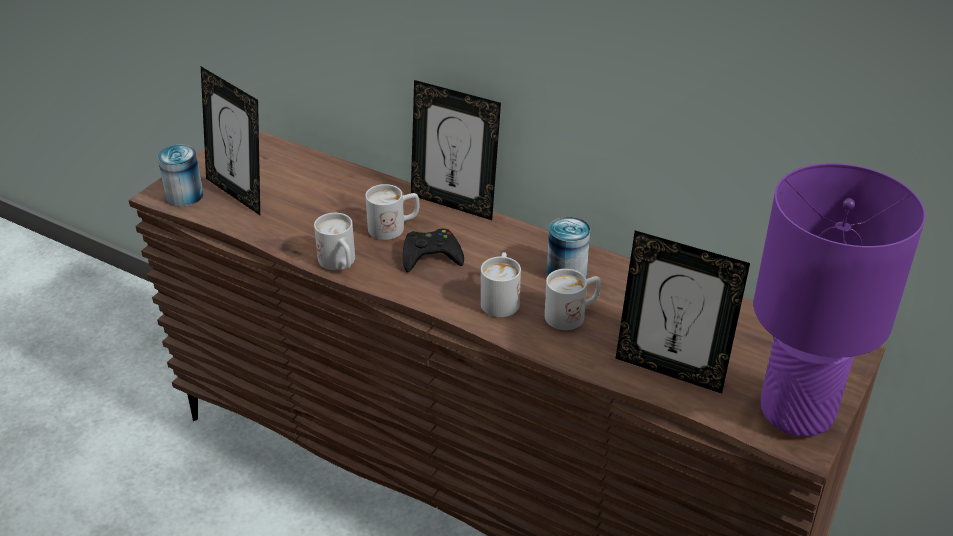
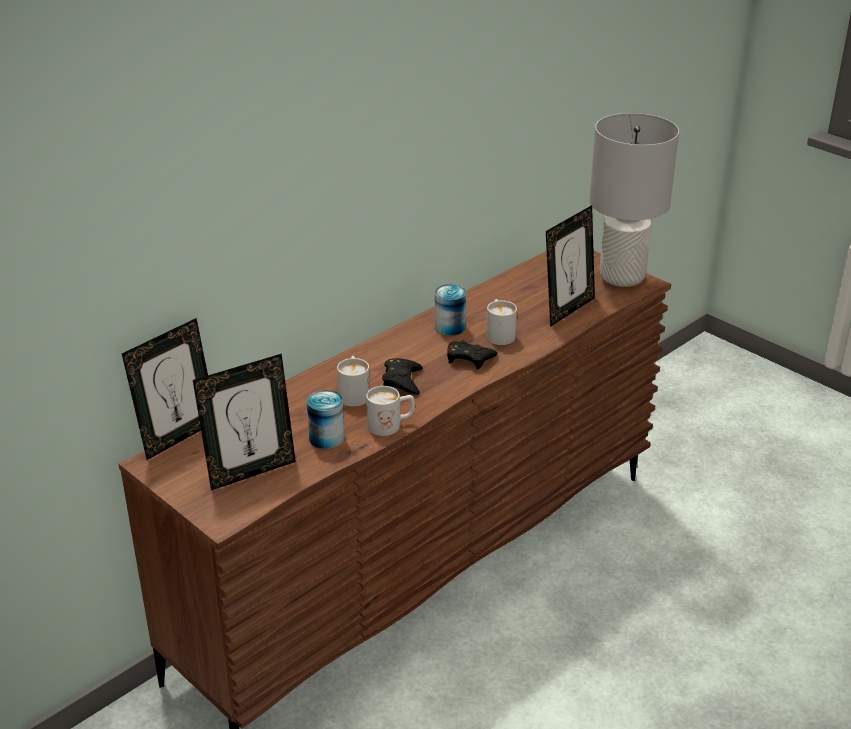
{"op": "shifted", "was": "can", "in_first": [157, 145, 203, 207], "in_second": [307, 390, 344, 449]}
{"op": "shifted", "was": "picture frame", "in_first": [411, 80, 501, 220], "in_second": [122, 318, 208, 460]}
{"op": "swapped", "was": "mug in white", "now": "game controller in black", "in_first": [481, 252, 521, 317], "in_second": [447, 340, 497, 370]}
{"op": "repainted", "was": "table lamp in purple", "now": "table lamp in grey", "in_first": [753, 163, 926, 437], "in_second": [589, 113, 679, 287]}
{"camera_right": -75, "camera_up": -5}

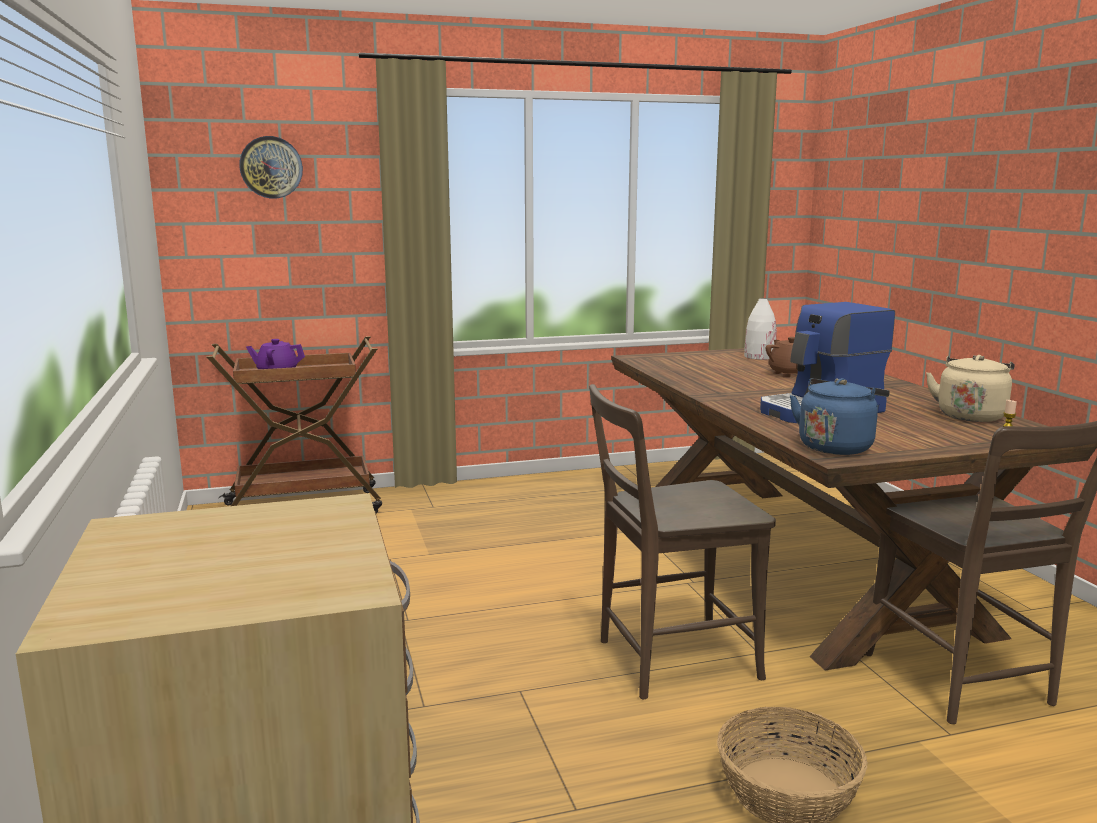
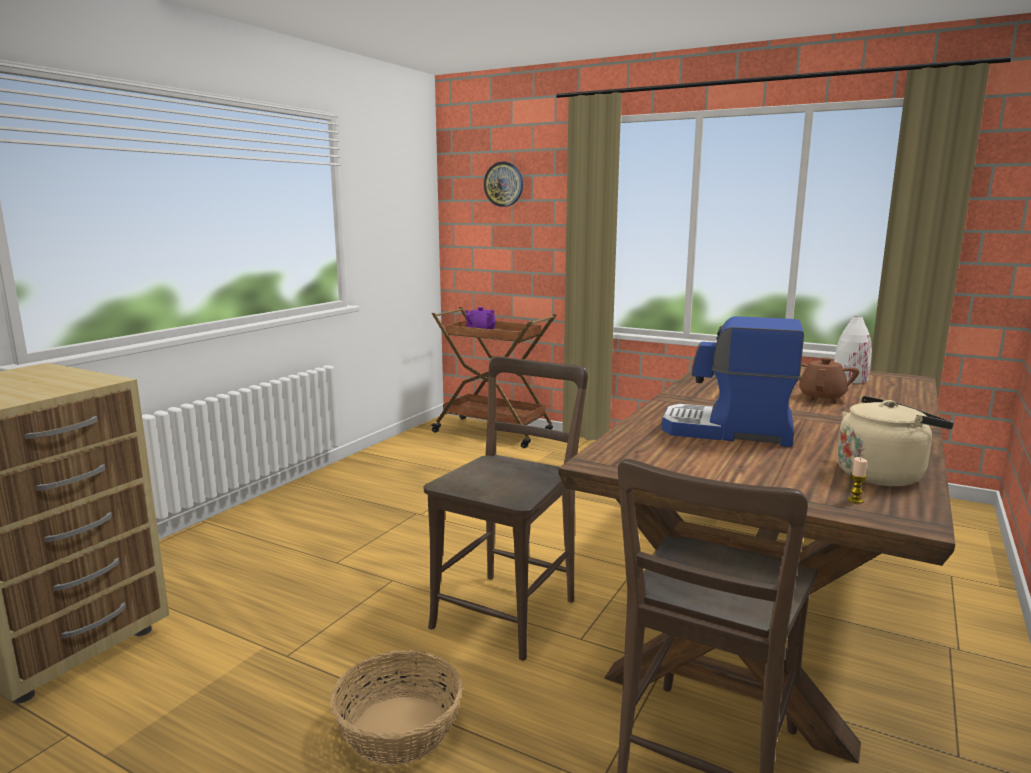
{"op": "rotated", "was": "chair in brown", "in_first": [589, 384, 776, 699], "in_second": [424, 356, 588, 661], "clockwise": 90}
{"op": "gone", "was": "kettle in blue", "in_first": [790, 378, 890, 455]}
{"camera_right": 45, "camera_up": 0}

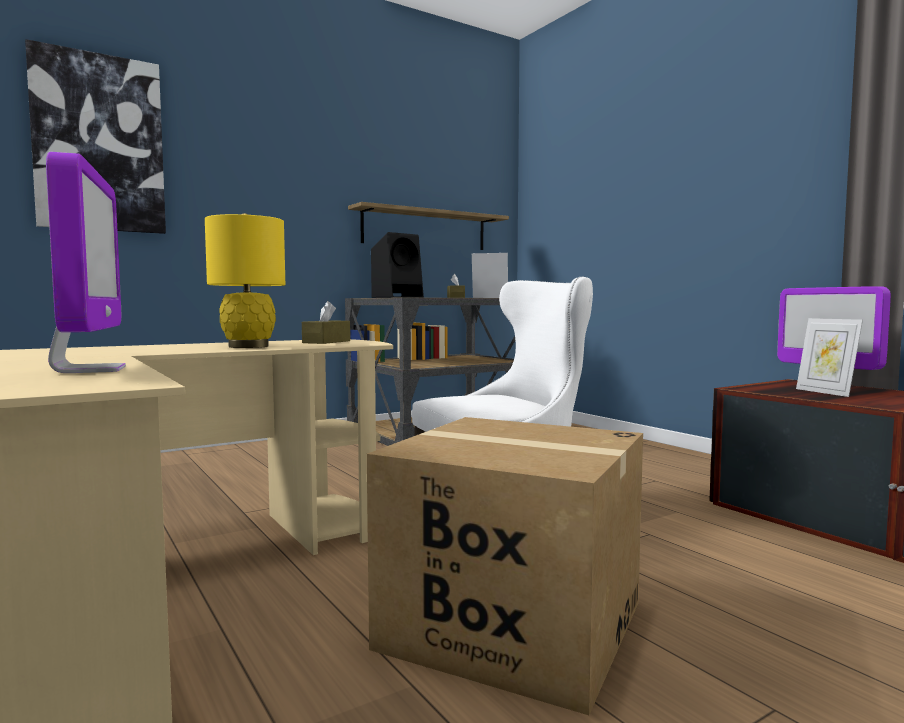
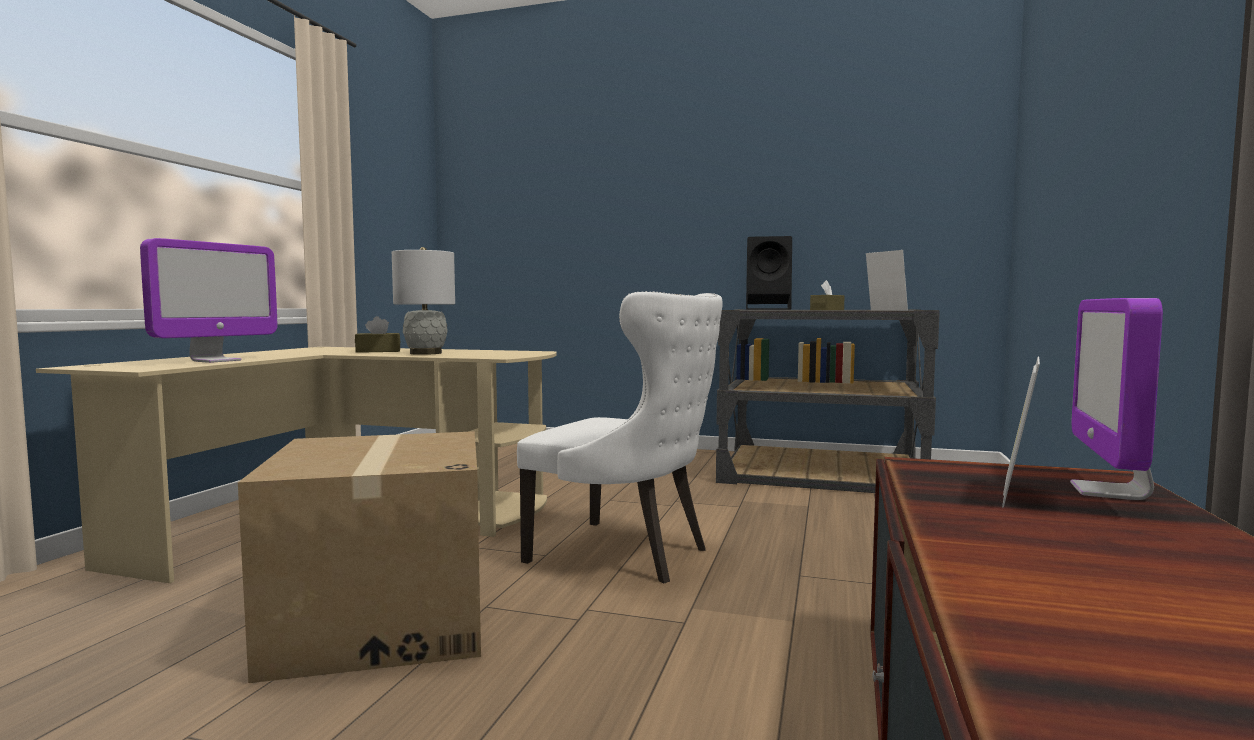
{"op": "gone", "was": "picture", "in_first": [25, 39, 166, 234]}
{"op": "repainted", "was": "table lamp in yellow", "now": "table lamp in white", "in_first": [205, 213, 285, 348], "in_second": [392, 247, 455, 355]}
{"op": "shifted", "was": "tissue box in brown", "in_first": [302, 301, 350, 344], "in_second": [355, 316, 400, 353]}
{"op": "gone", "was": "shelf", "in_first": [348, 202, 509, 250]}
{"camera_right": 50, "camera_up": 0}

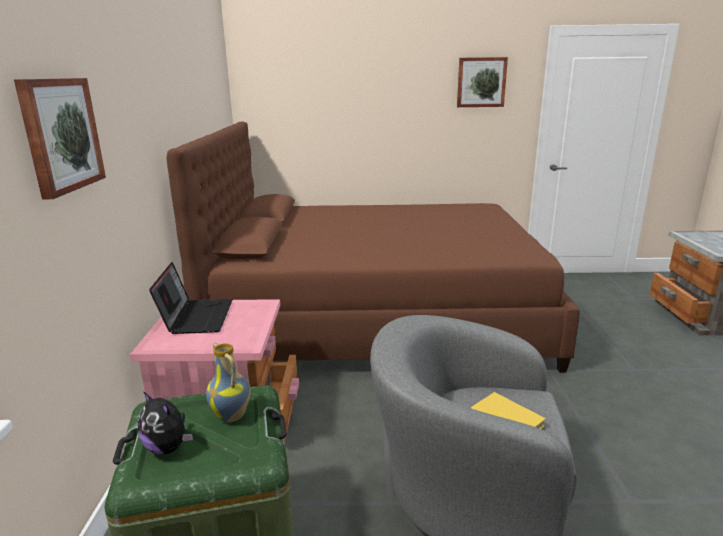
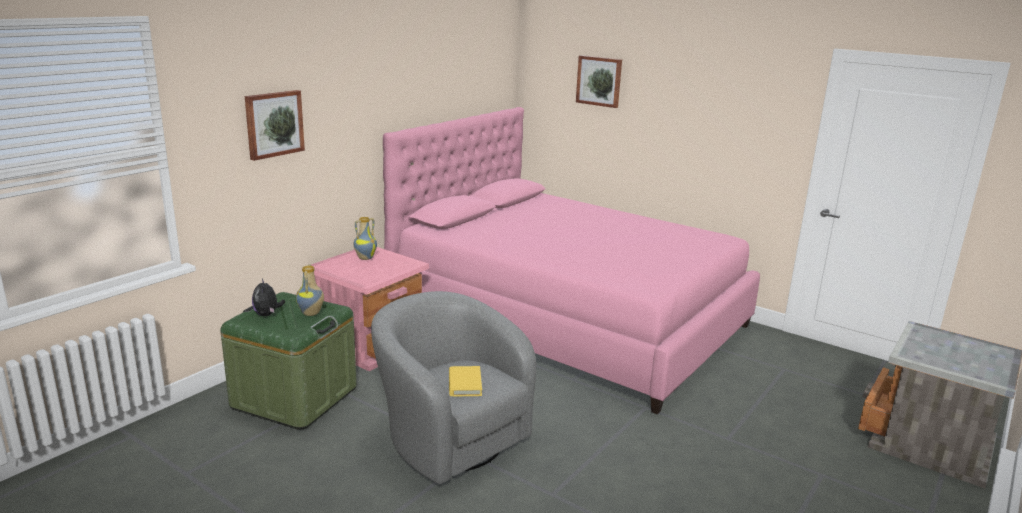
{"op": "swapped", "was": "laptop", "now": "vase", "in_first": [149, 262, 233, 334], "in_second": [353, 217, 377, 260]}
{"op": "repainted", "was": "bed in brown", "now": "bed in pink", "in_first": [166, 121, 580, 373], "in_second": [383, 107, 760, 415]}
{"op": "shifted", "was": "picture", "in_first": [457, 57, 508, 107], "in_second": [576, 55, 622, 108]}
{"camera_right": 35, "camera_up": 0}

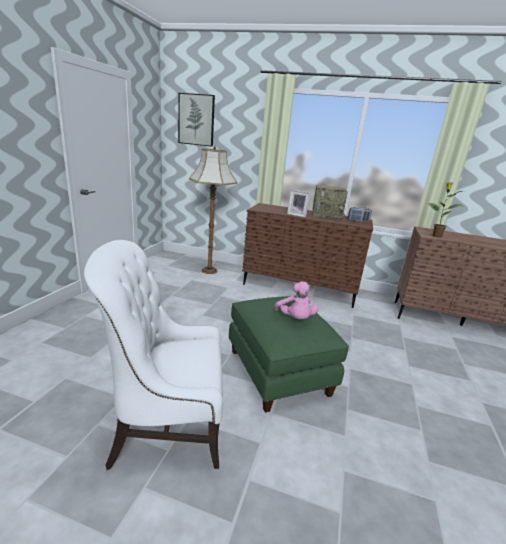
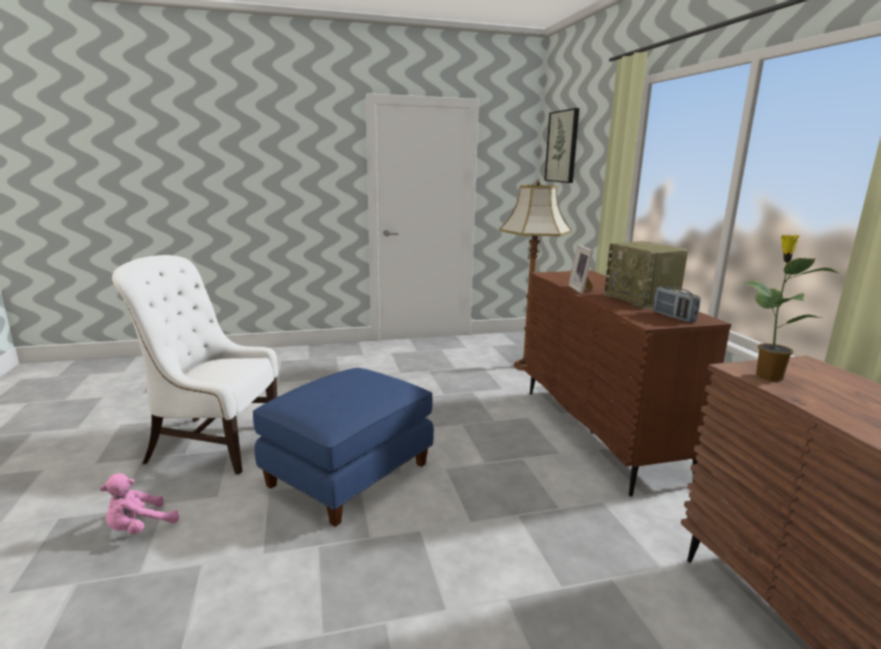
{"op": "rotated", "was": "chair in white", "in_first": [84, 240, 223, 470], "in_second": [112, 255, 278, 475], "clockwise": -45}
{"op": "repainted", "was": "ottoman in green", "now": "ottoman in blue", "in_first": [229, 296, 349, 413], "in_second": [253, 368, 434, 527]}
{"op": "shifted", "was": "plush toy in pink", "in_first": [274, 282, 318, 319], "in_second": [100, 473, 179, 534]}
{"camera_right": 60, "camera_up": -5}

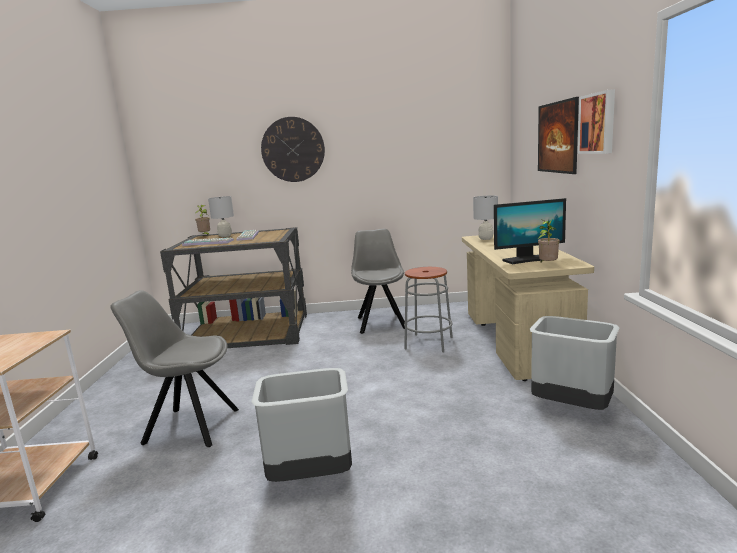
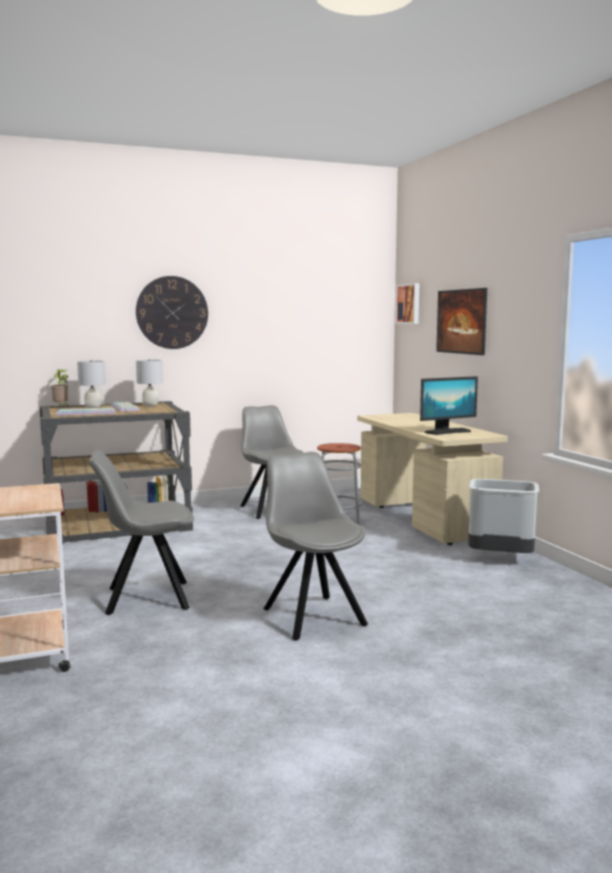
{"op": "swapped", "was": "trash can in grey", "now": "chair in grey", "in_first": [251, 368, 352, 482], "in_second": [264, 452, 368, 641]}
{"op": "shifted", "was": "table lamp in grey", "in_first": [473, 195, 498, 240], "in_second": [136, 360, 163, 406]}
{"op": "gone", "was": "potted plant", "in_first": [538, 219, 560, 262]}
{"op": "shifted", "was": "picture", "in_first": [577, 89, 615, 154], "in_second": [395, 283, 419, 324]}
{"camera_right": -20, "camera_up": -5}

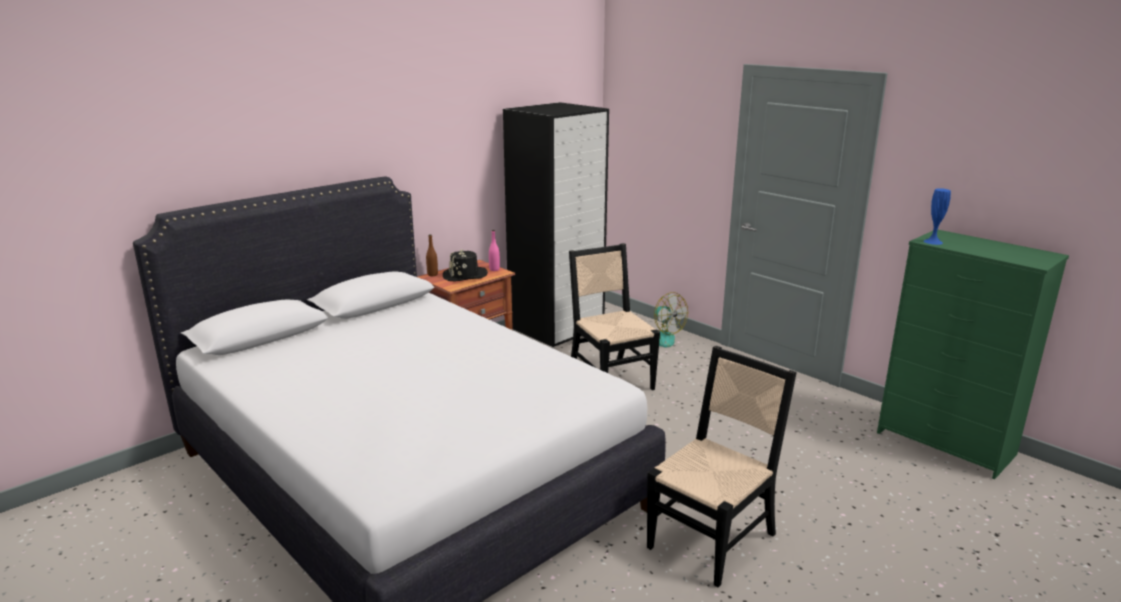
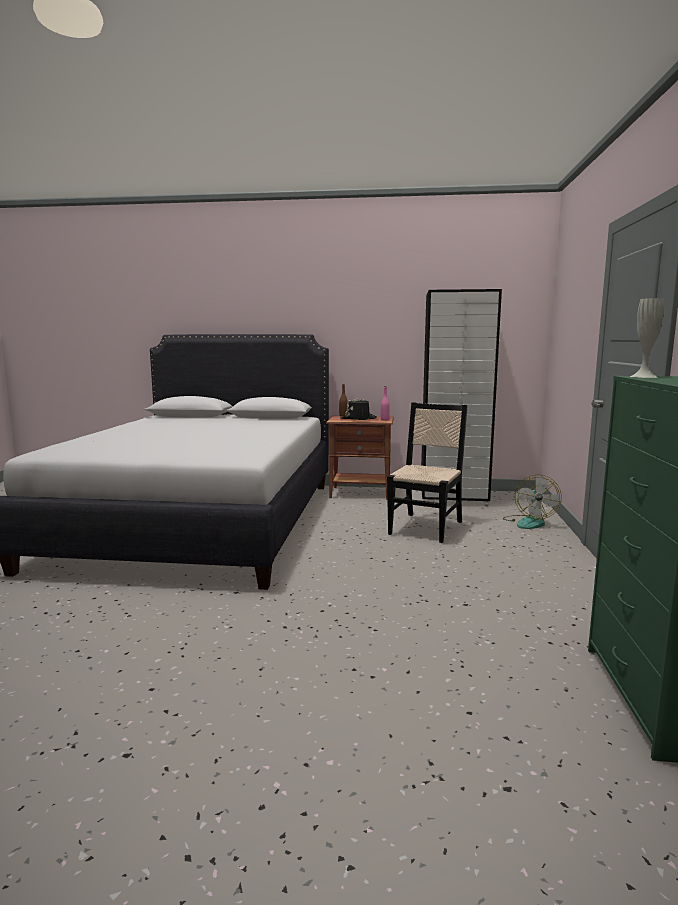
{"op": "gone", "was": "chair", "in_first": [647, 346, 797, 587]}
{"op": "repainted", "was": "vase in blue", "now": "vase in white", "in_first": [924, 188, 951, 245], "in_second": [630, 298, 664, 378]}
{"camera_right": 50, "camera_up": -10}

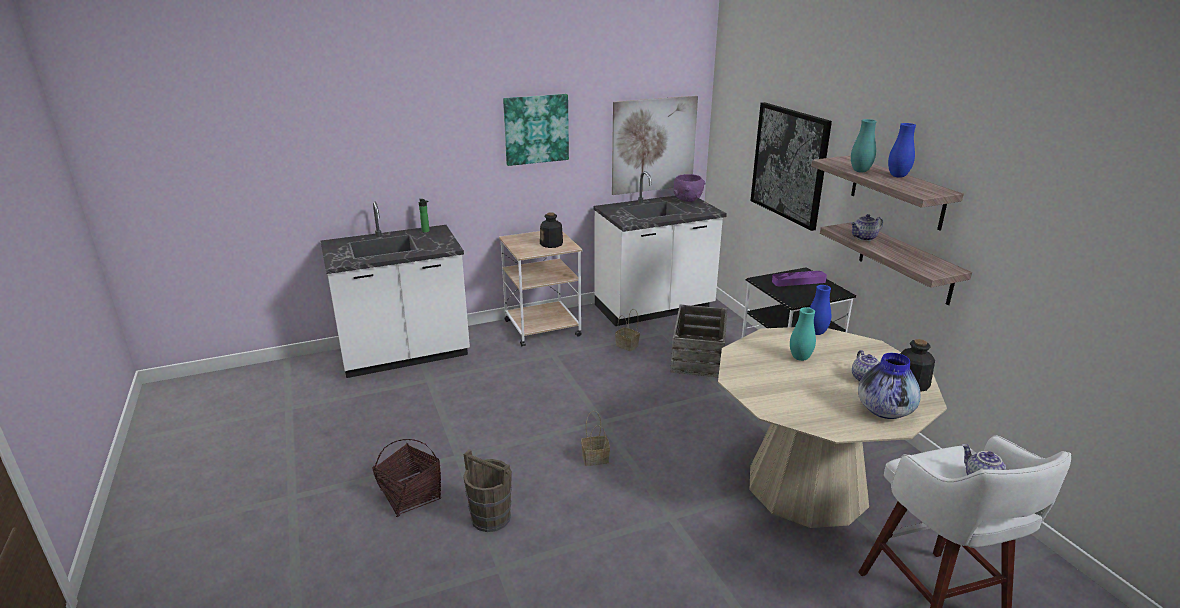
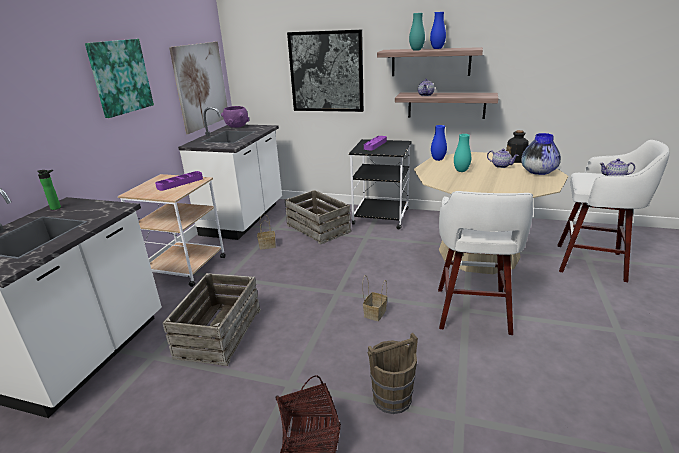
{"op": "swapped", "was": "bottle", "now": "tray in purple", "in_first": [540, 212, 563, 248], "in_second": [155, 171, 203, 191]}
{"op": "new", "now": "crate", "in_second": [163, 273, 261, 366]}
{"op": "new", "now": "stool in white", "in_second": [438, 191, 533, 335]}
{"camera_right": -50, "camera_up": 0}

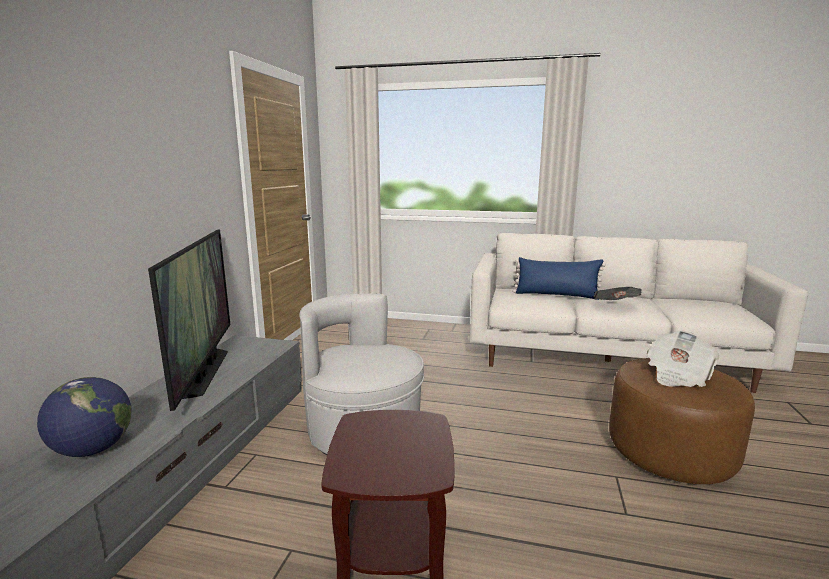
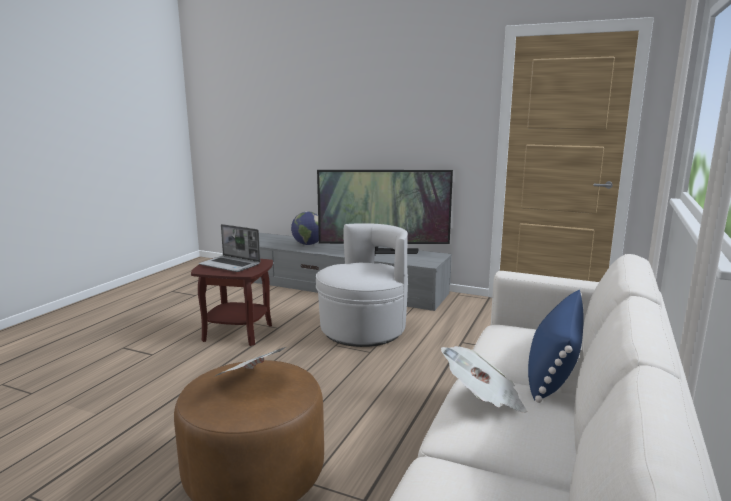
{"op": "new", "now": "laptop", "in_second": [199, 224, 261, 272]}
{"camera_right": 100, "camera_up": 0}

